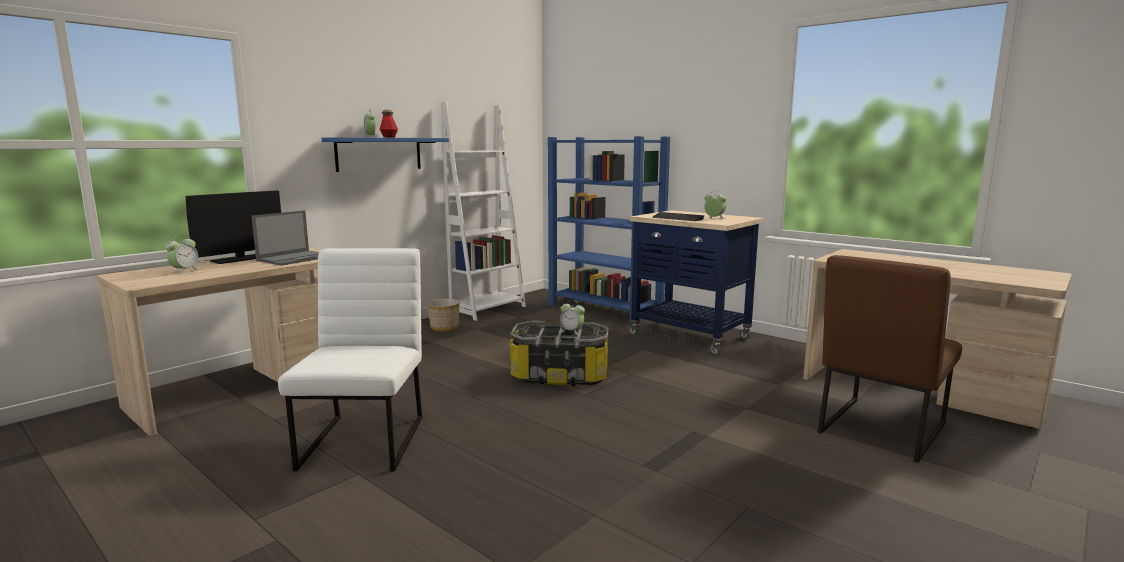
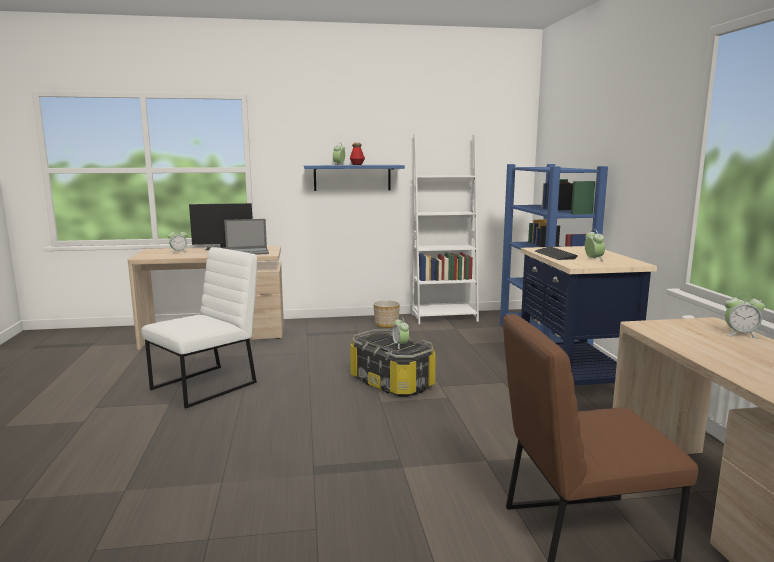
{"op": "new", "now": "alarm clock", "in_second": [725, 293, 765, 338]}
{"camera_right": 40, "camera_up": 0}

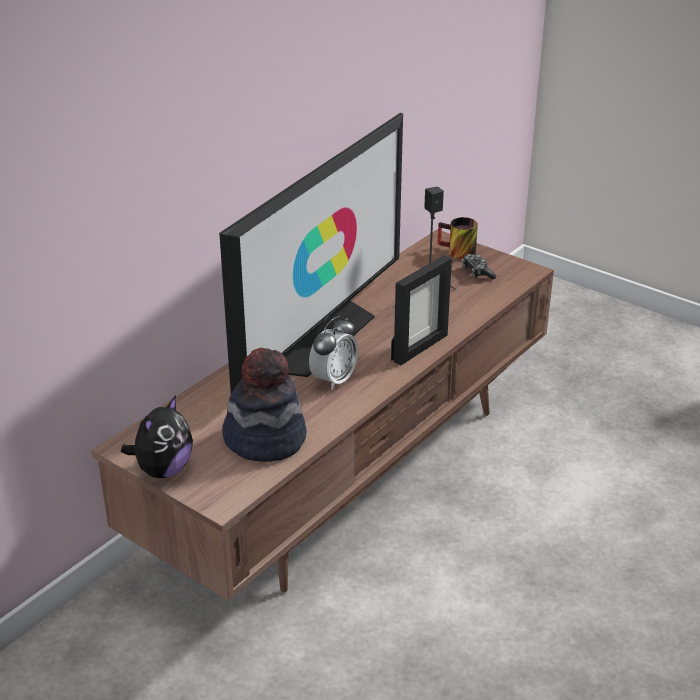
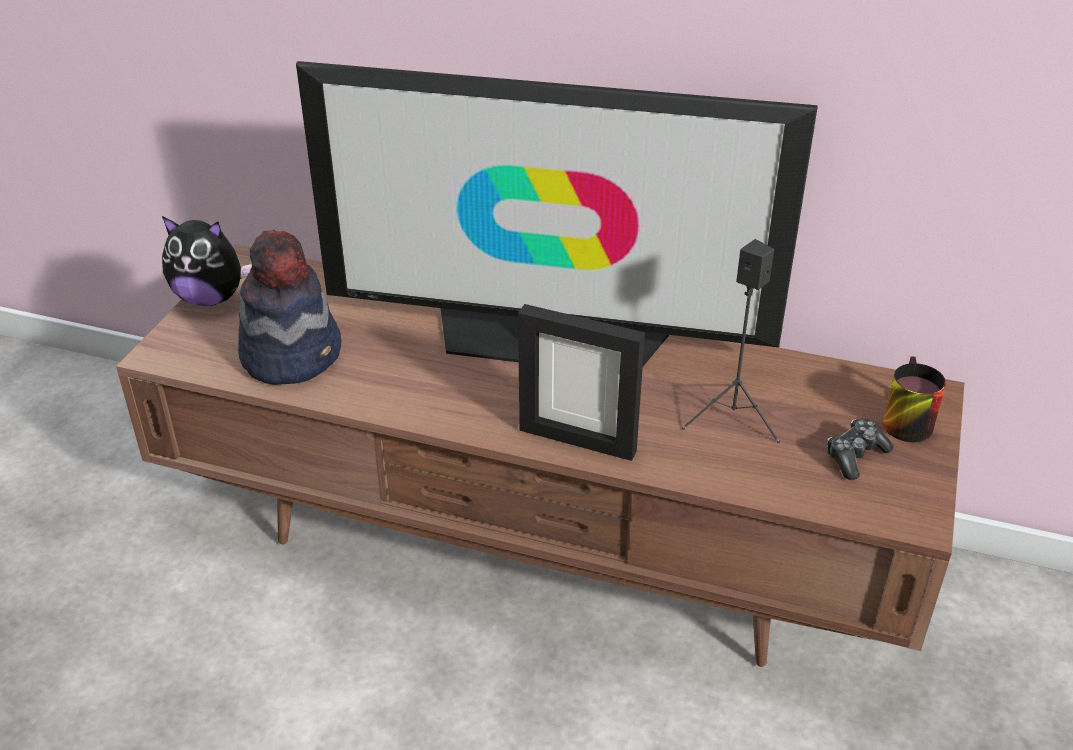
{"op": "gone", "was": "alarm clock", "in_first": [309, 316, 358, 390]}
{"camera_right": 70, "camera_up": 5}

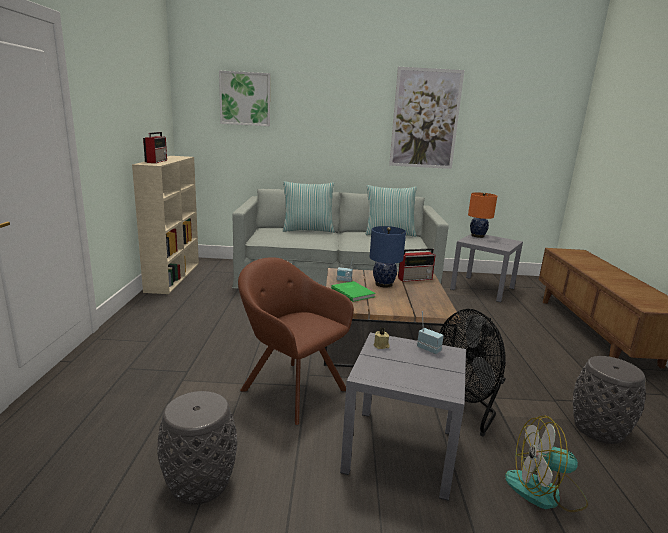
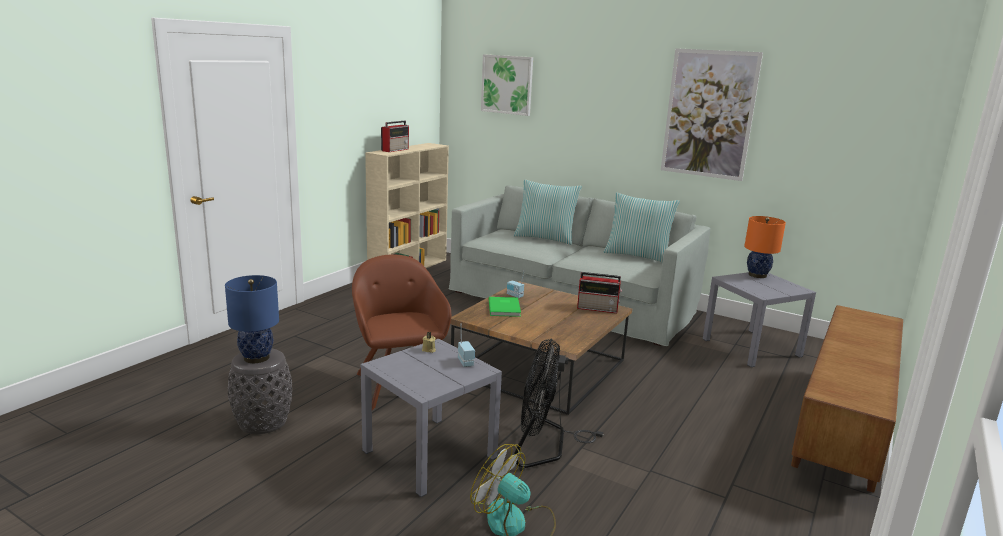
{"op": "shifted", "was": "table lamp in blue", "in_first": [370, 226, 406, 288], "in_second": [225, 275, 279, 363]}
{"op": "gone", "was": "stool in grey", "in_first": [573, 356, 646, 444]}
{"camera_right": 30, "camera_up": 0}

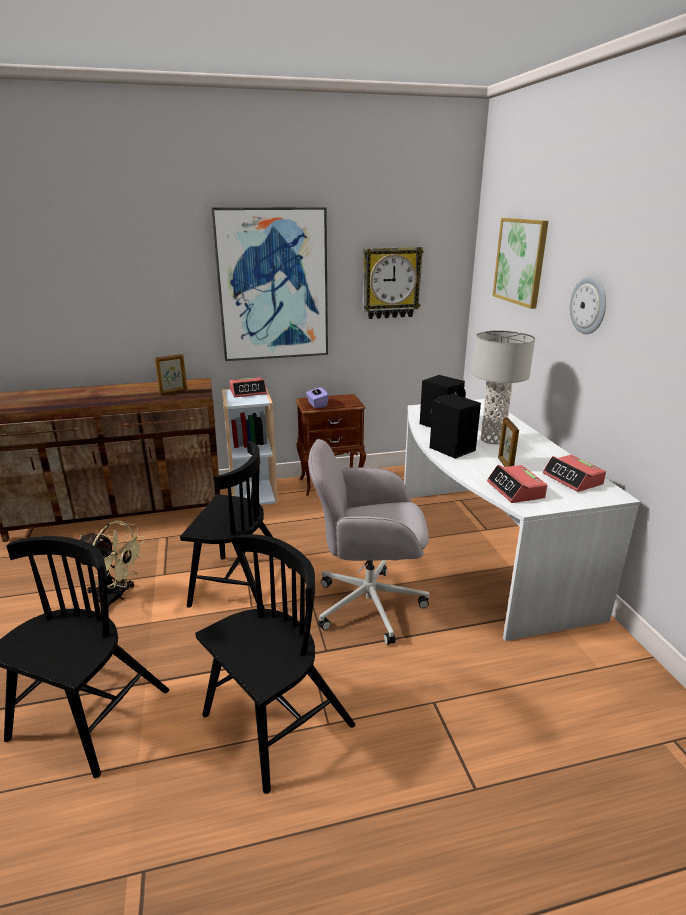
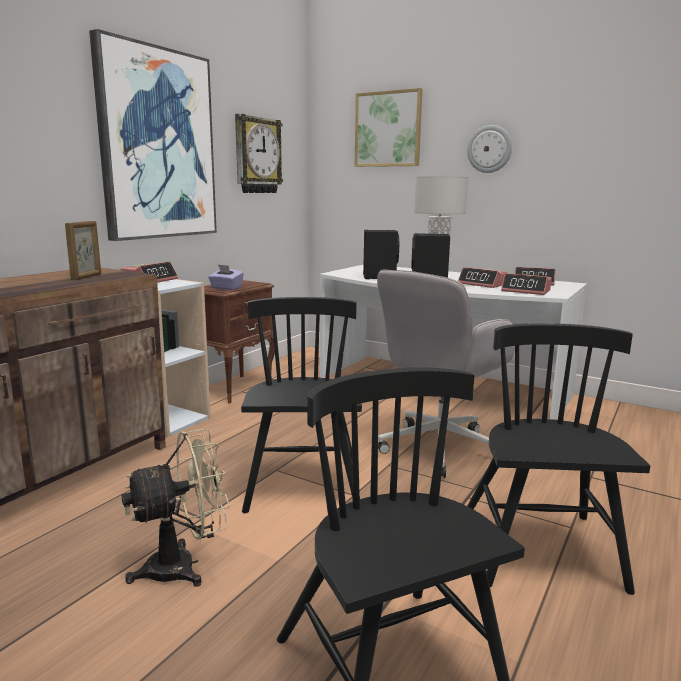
{"op": "rotated", "was": "chair in black", "in_first": [180, 441, 291, 609], "in_second": [241, 297, 362, 513], "clockwise": -60}
{"op": "swapped", "was": "picture frame", "now": "alarm clock", "in_first": [498, 418, 519, 467], "in_second": [458, 267, 508, 288]}
{"camera_right": -45, "camera_up": -10}

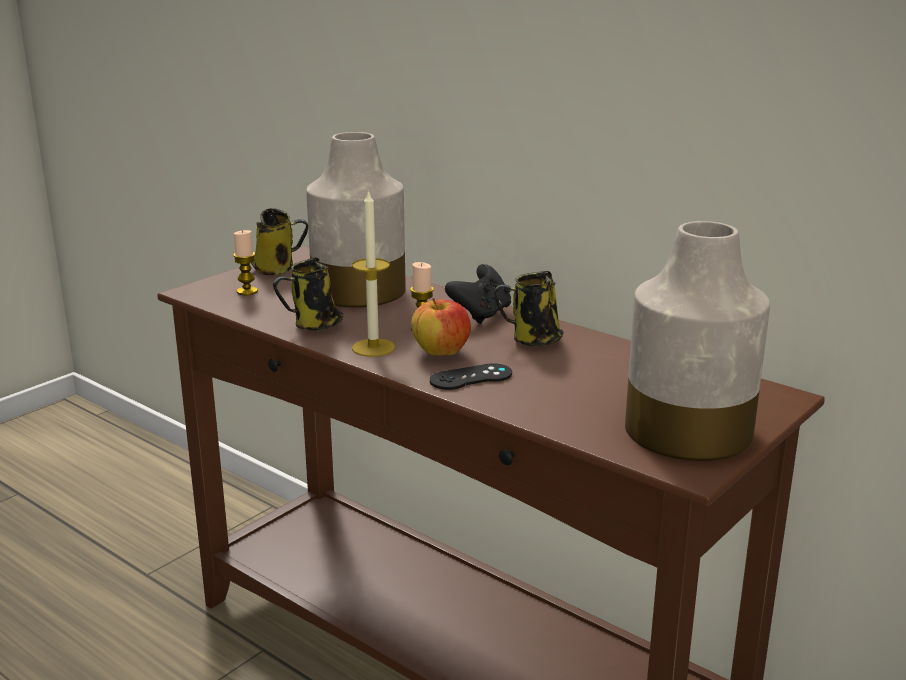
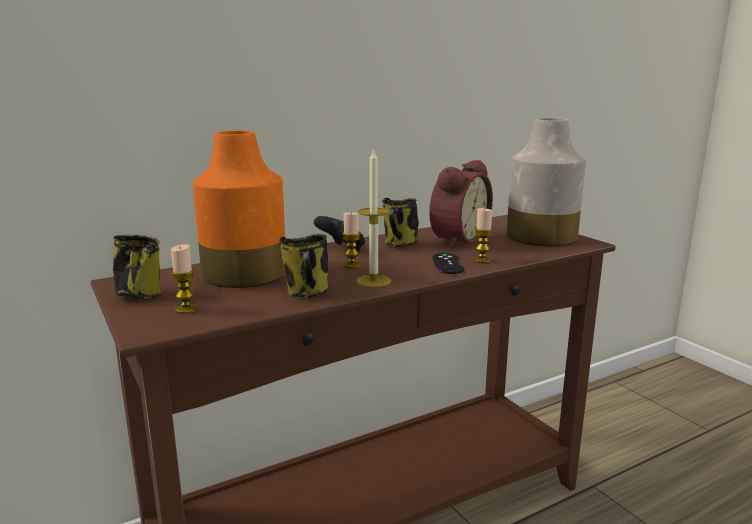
{"op": "repainted", "was": "vase in beige", "now": "vase in orange", "in_first": [306, 132, 406, 307], "in_second": [193, 130, 285, 288]}
{"op": "gone", "was": "apple", "in_first": [411, 298, 471, 355]}
{"op": "new", "now": "alarm clock", "in_second": [429, 160, 493, 248]}
{"op": "new", "now": "candle", "in_second": [473, 208, 493, 263]}
{"camera_right": -70, "camera_up": -5}

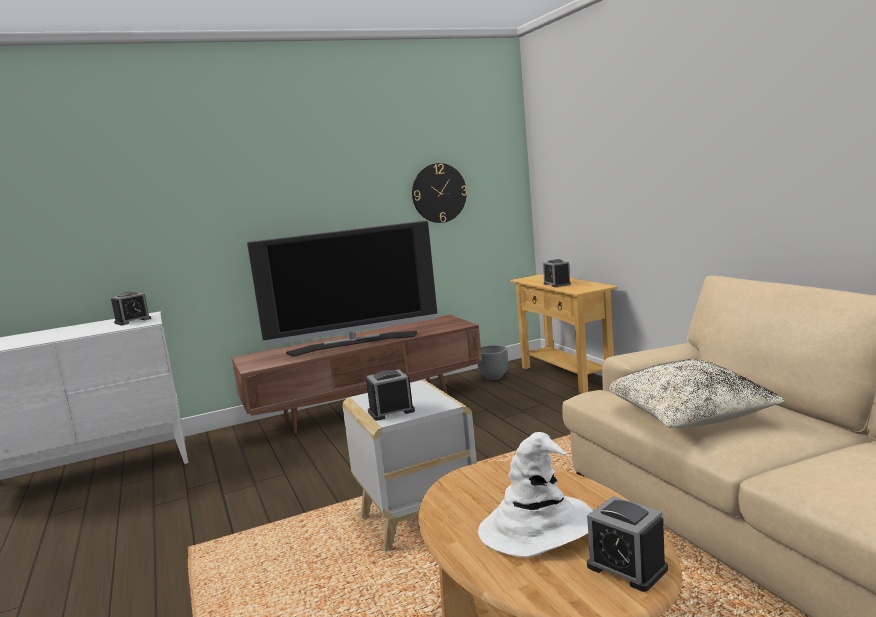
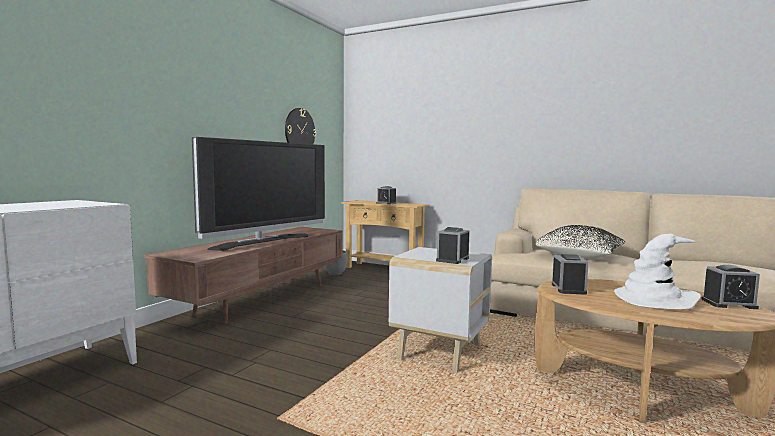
{"op": "shifted", "was": "alarm clock", "in_first": [111, 292, 151, 325], "in_second": [552, 254, 588, 295]}
{"camera_right": -40, "camera_up": -5}

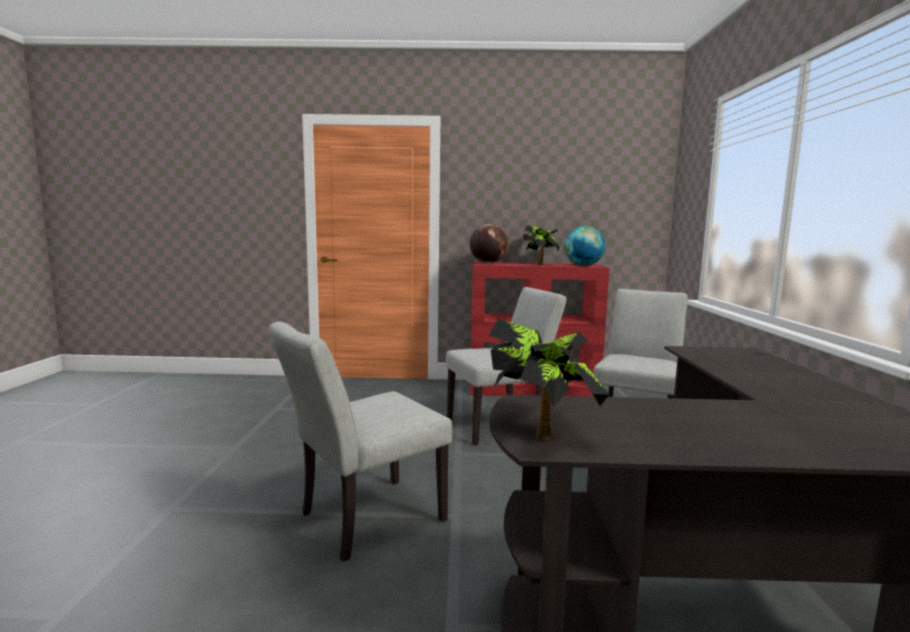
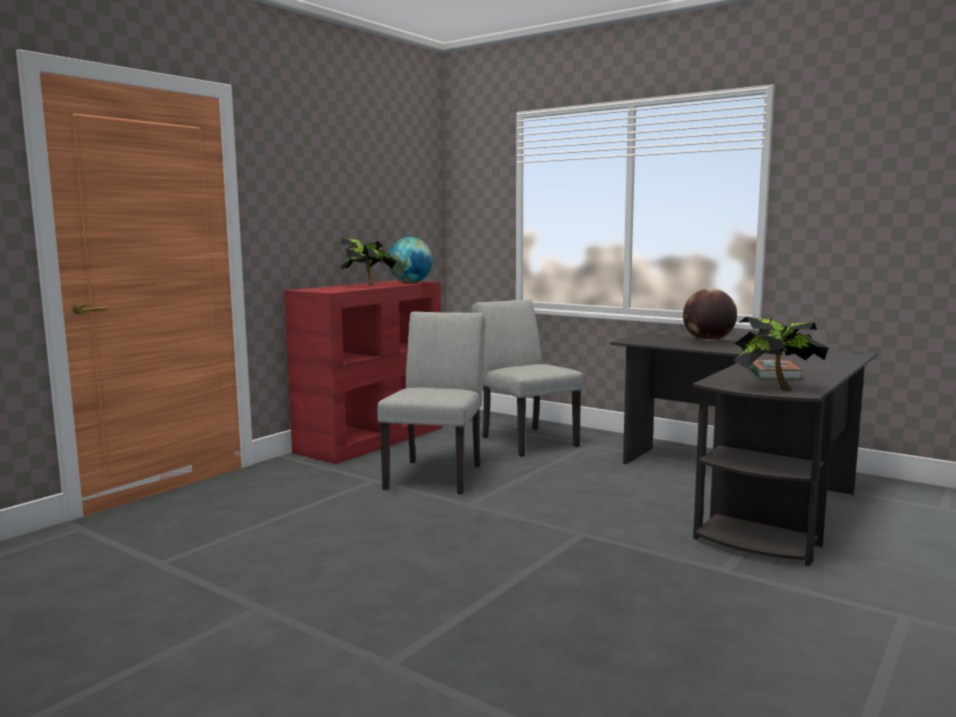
{"op": "gone", "was": "chair in grey", "in_first": [269, 321, 452, 562]}
{"op": "shifted", "was": "globe", "in_first": [470, 224, 508, 264], "in_second": [683, 288, 737, 341]}
{"op": "new", "now": "book", "in_second": [748, 360, 803, 379]}
{"camera_right": -55, "camera_up": 0}

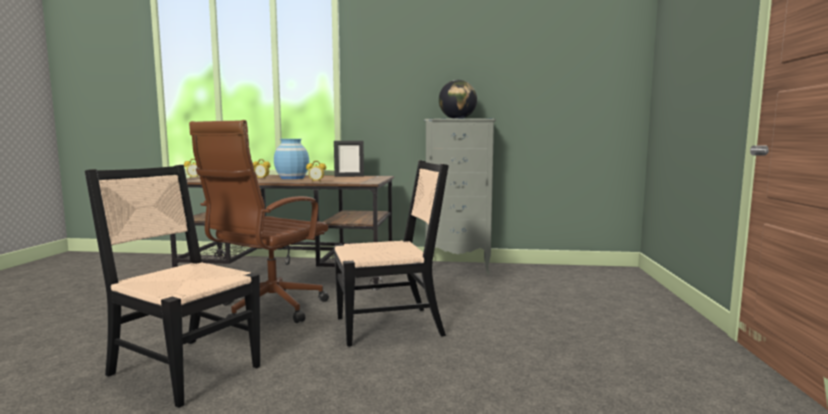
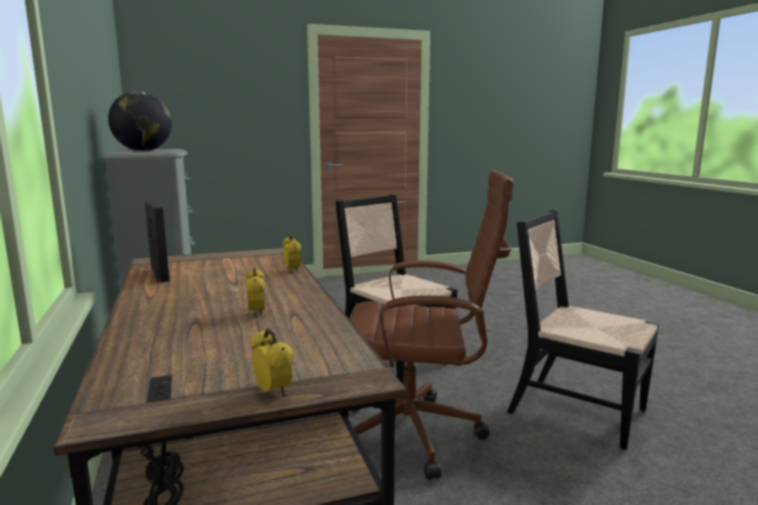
{"op": "rotated", "was": "chair", "in_first": [85, 165, 260, 408], "in_second": [507, 210, 659, 449], "clockwise": 120}
{"op": "gone", "was": "vase in blue", "in_first": [274, 139, 309, 179]}
{"camera_right": -115, "camera_up": 5}

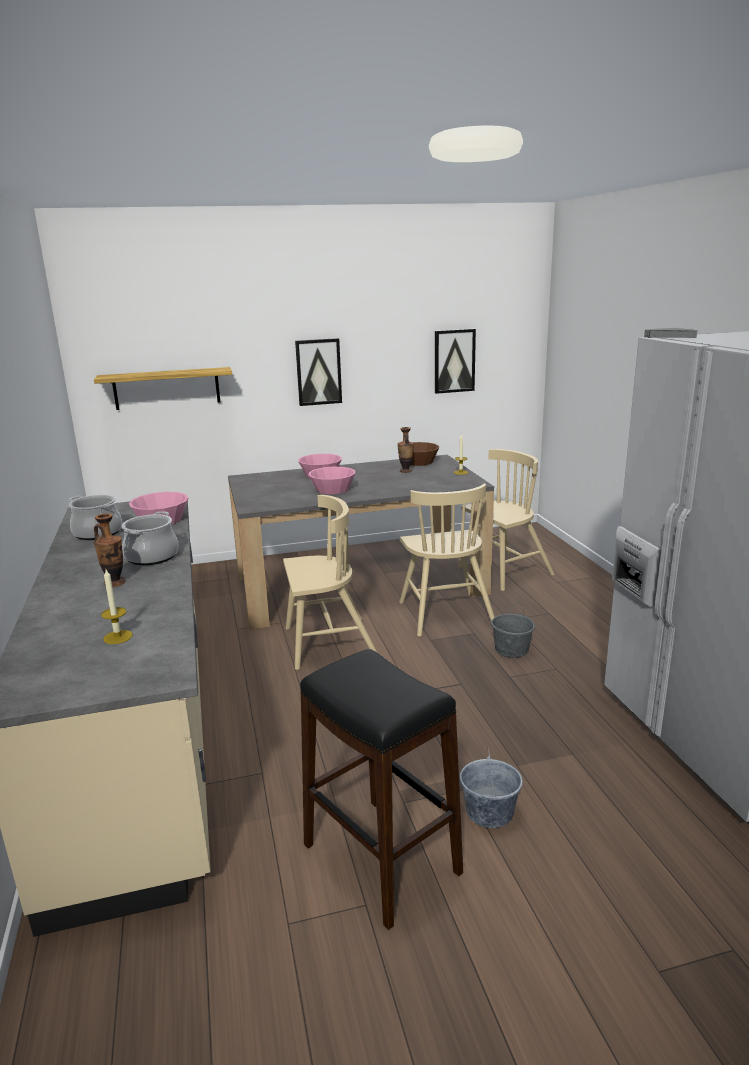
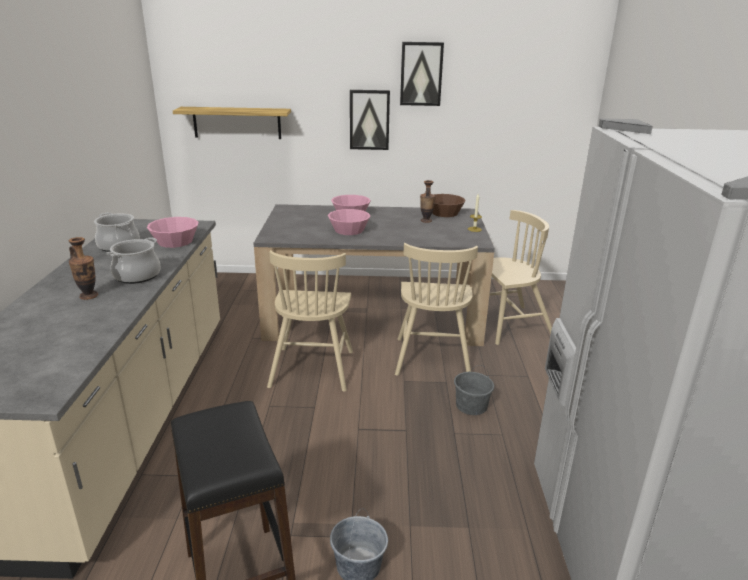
{"op": "gone", "was": "candle", "in_first": [101, 570, 133, 644]}
{"op": "rotated", "was": "chair in beige", "in_first": [283, 495, 377, 670], "in_second": [267, 250, 353, 392], "clockwise": 90}
{"op": "shifted", "was": "picture", "in_first": [435, 329, 476, 394], "in_second": [400, 42, 444, 106]}
{"camera_right": 15, "camera_up": 5}

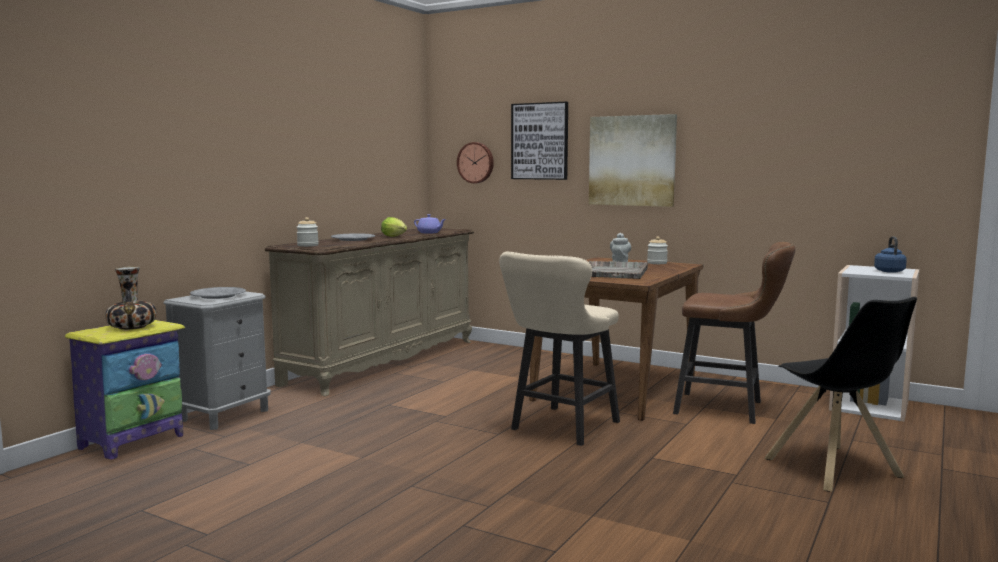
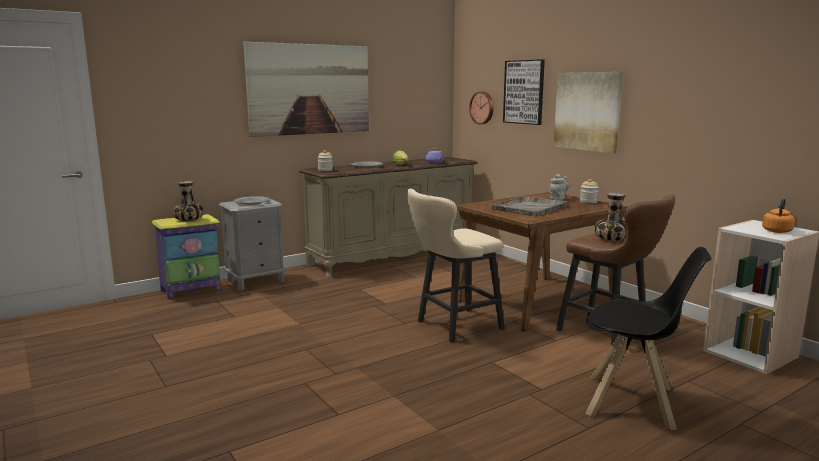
{"op": "rotated", "was": "chair in black", "in_first": [765, 297, 917, 492], "in_second": [585, 247, 711, 431], "clockwise": -75}
{"op": "repainted", "was": "kettle in blue", "now": "kettle in orange", "in_first": [874, 236, 907, 273], "in_second": [762, 198, 795, 233]}
{"op": "new", "now": "picture", "in_second": [243, 42, 369, 137]}
{"op": "new", "now": "vase", "in_second": [594, 193, 626, 241]}
{"camera_right": 25, "camera_up": 5}

